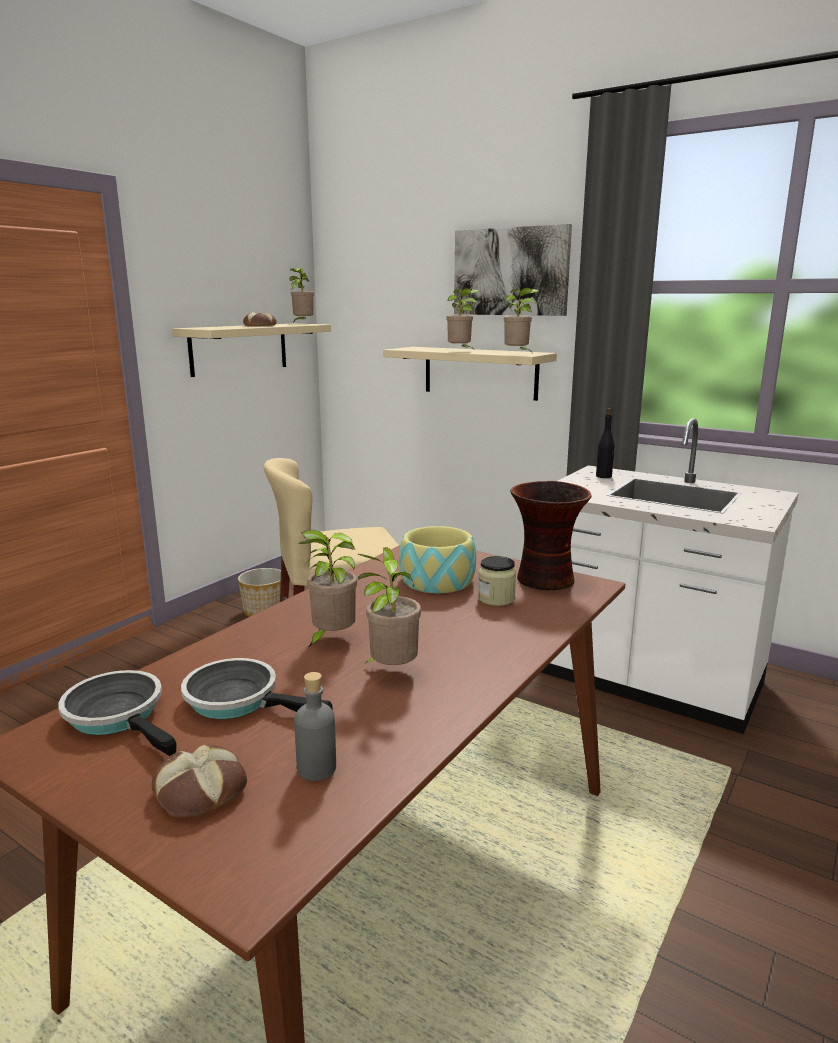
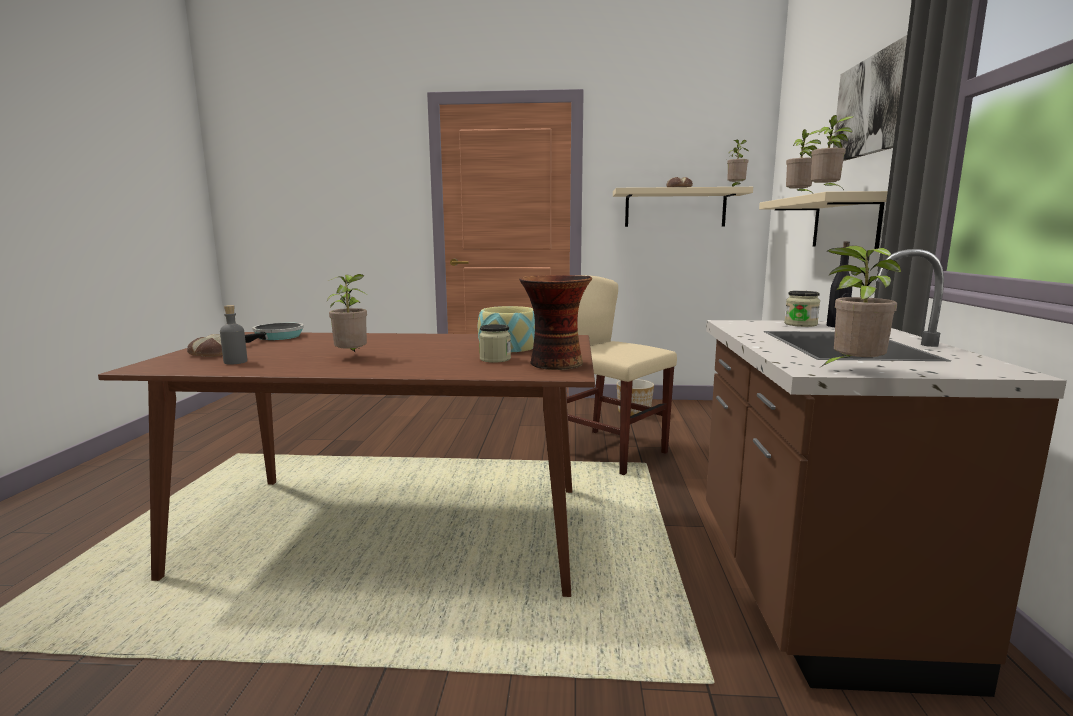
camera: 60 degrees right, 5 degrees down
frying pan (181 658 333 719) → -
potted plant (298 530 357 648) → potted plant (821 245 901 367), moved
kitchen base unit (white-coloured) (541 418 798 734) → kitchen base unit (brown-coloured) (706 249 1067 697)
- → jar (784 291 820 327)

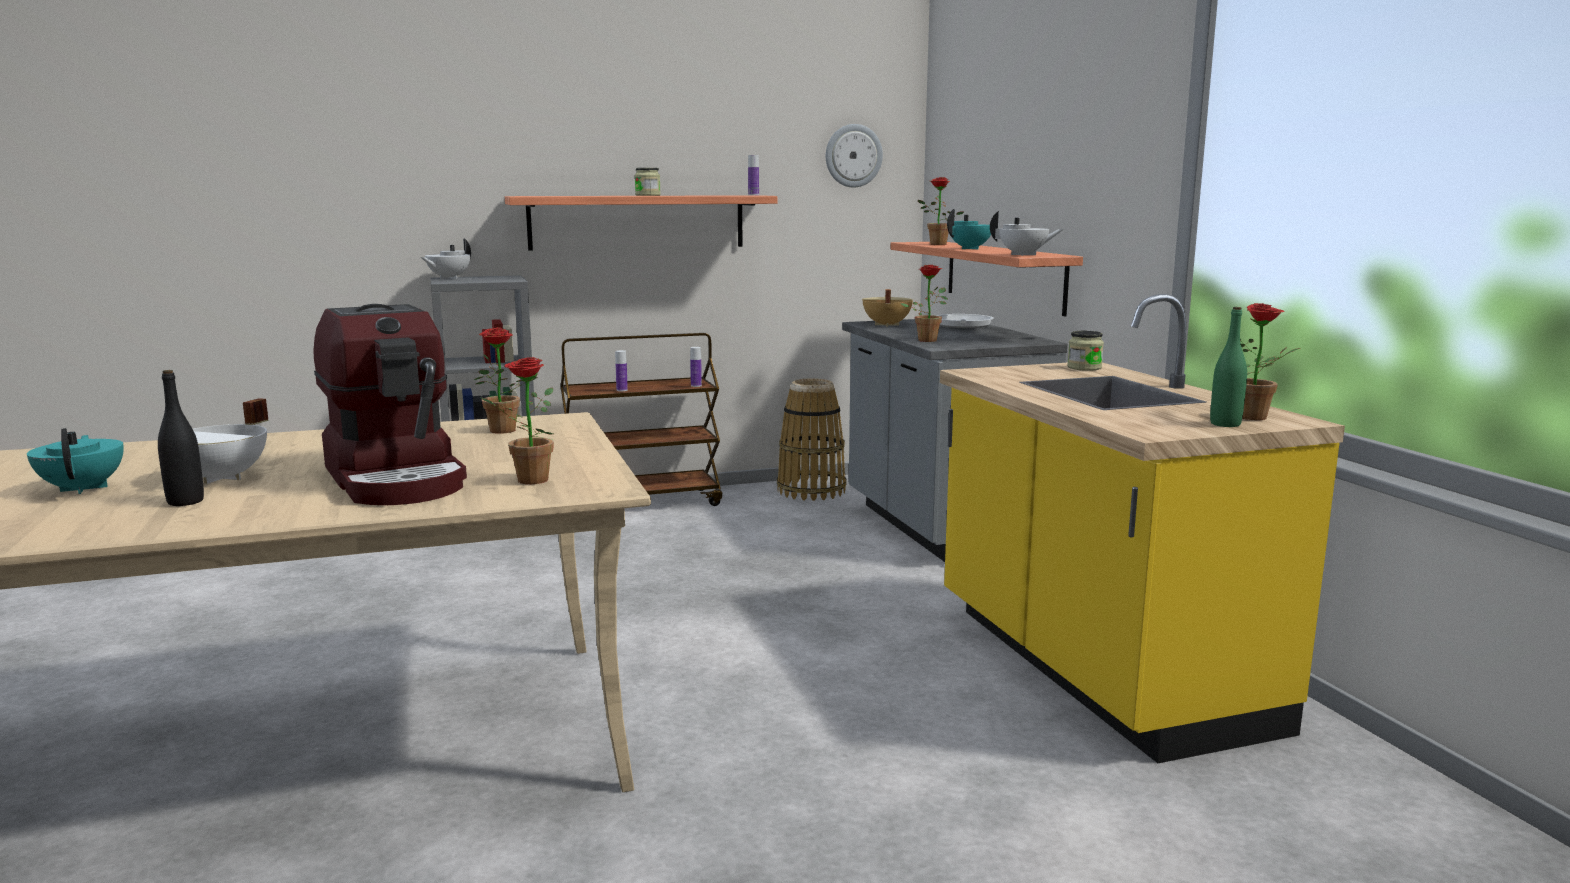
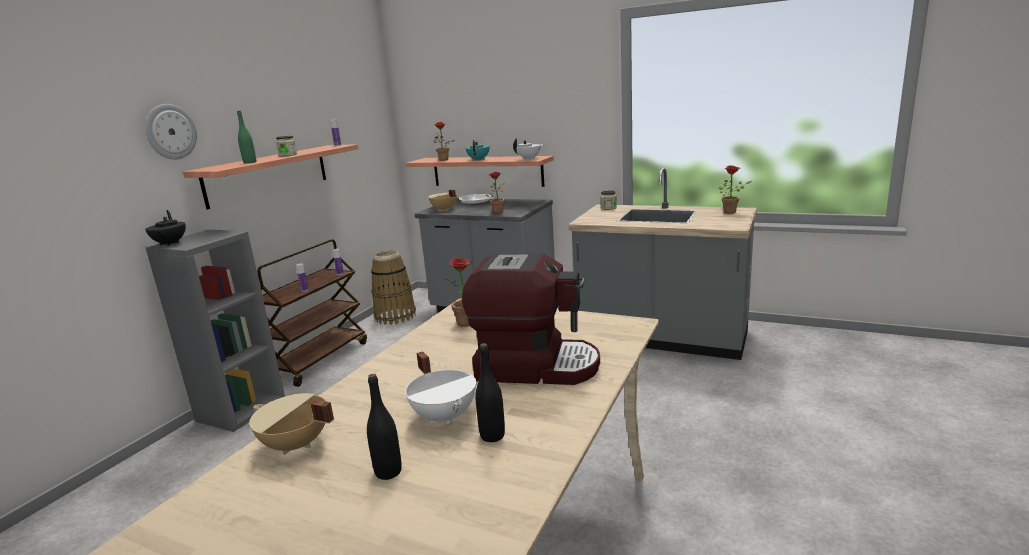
camera: 45 degrees left, 5 degrees up
pot for tea (turquoise-coloured) (27 428 124 494) → bottle (black-coloured) (367 374 402 480)
pot for tea (white-coloured) (421 238 471 279) → pot for tea (black-coloured) (145 210 186 246)
potted plant (480 357 554 484) → -
clock on the wall (826 124 883 187) → clock on the wall (145 104 197 160), moved
kitchen base unit (yellowish) (940 294 1345 763) → kitchen base unit (gray) (568 168 757 360)
bottle (green-coloured) (1210 307 1247 427) → bottle (green-coloured) (237 111 256 164), moved
- → stockpot (sand-coloured) (249 393 334 455)

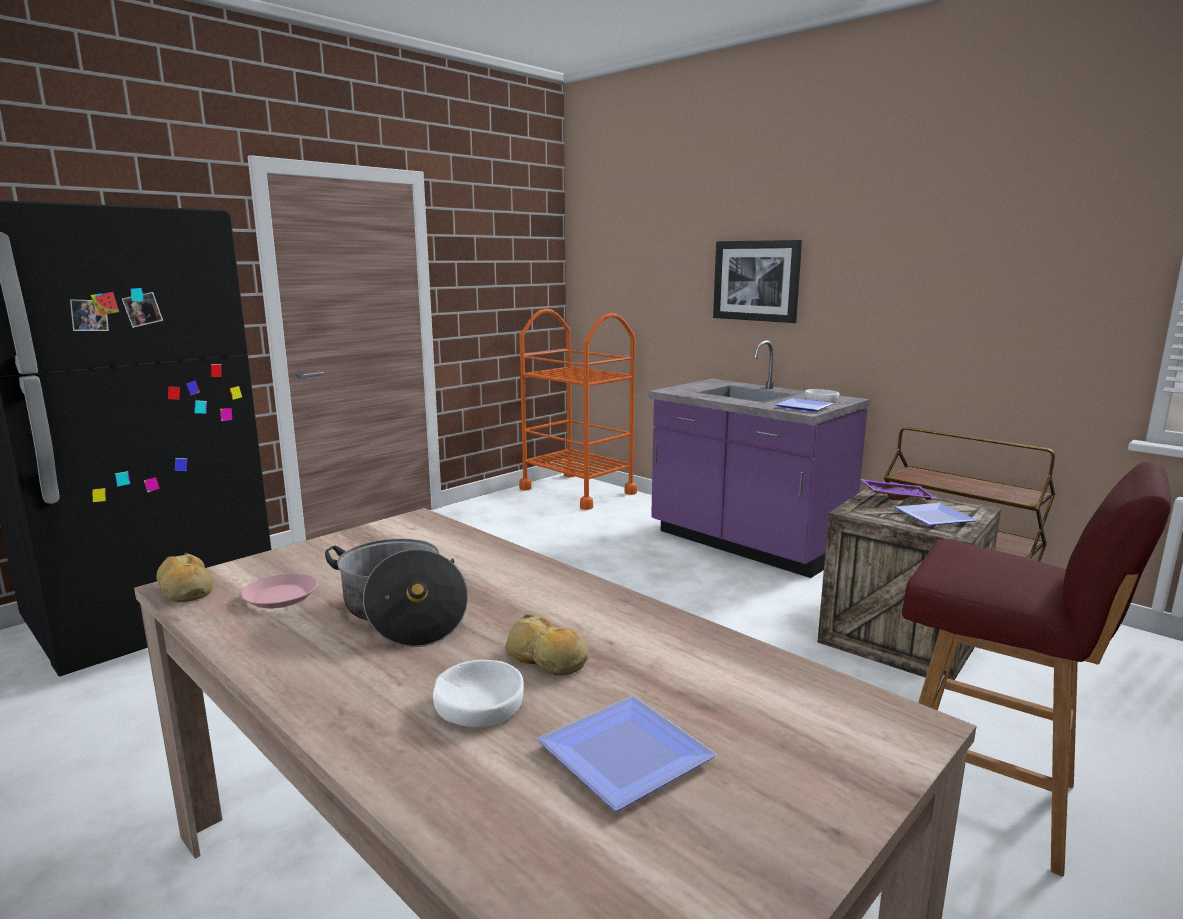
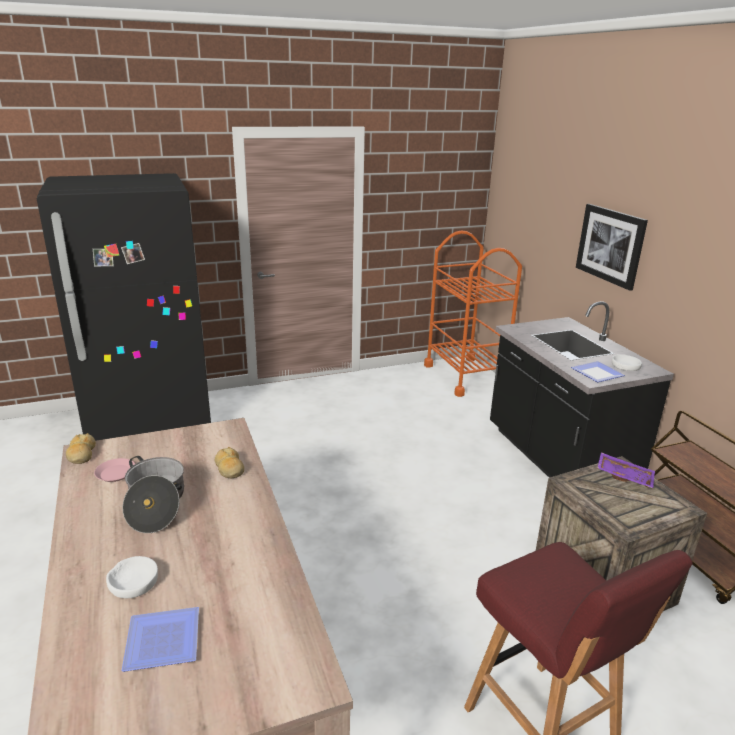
camera: 25 degrees right, 10 degrees up
bakery bread (505 614 588 675) → bakery bread (215 447 244 478), moved
kitchen base unit (purplish) (649 340 870 578) → kitchen base unit (black-coloured) (490 301 674 478)
flat dish (895 503 977 526) → -

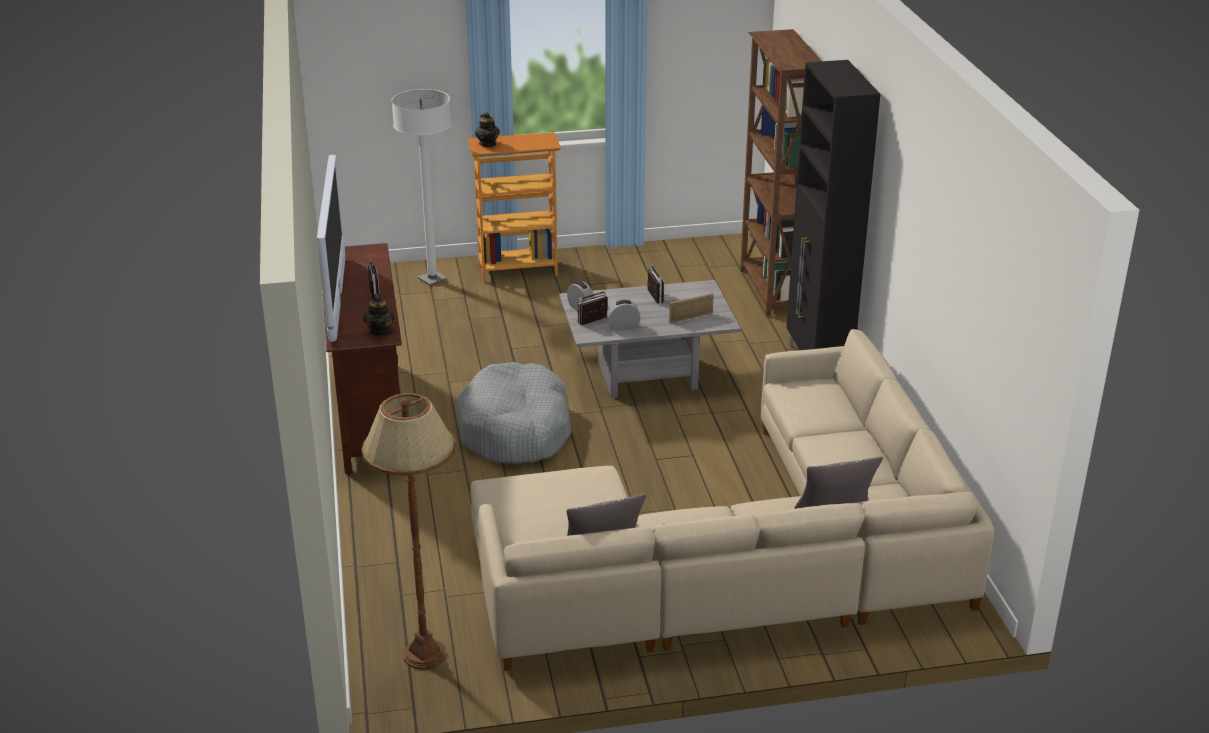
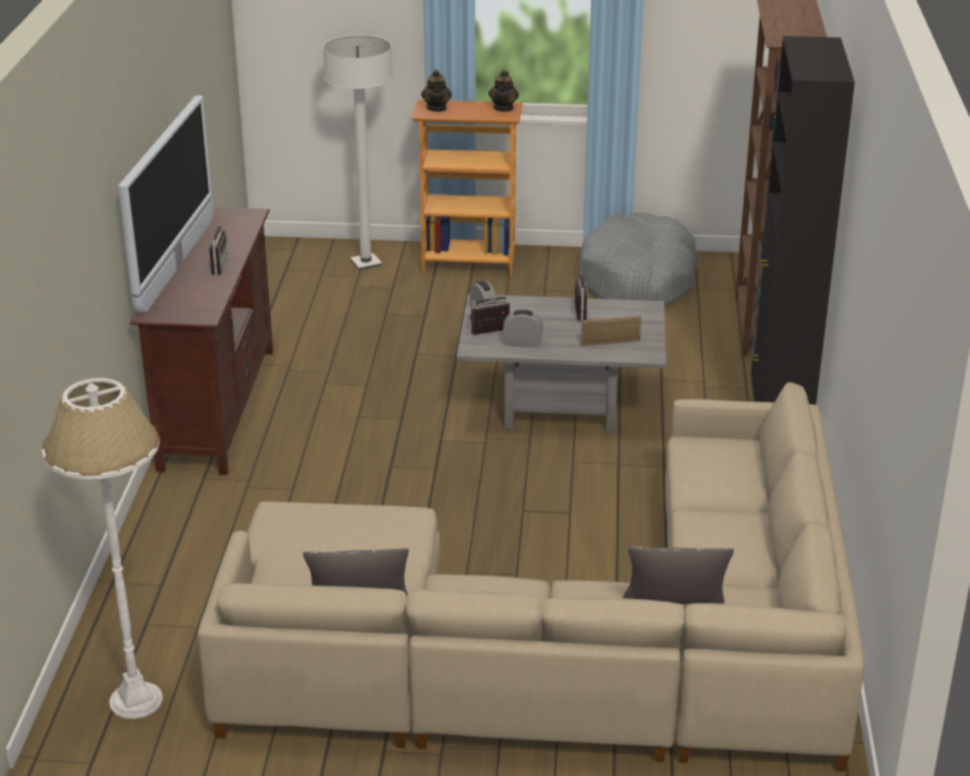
camera: 15 degrees right, 0 degrees up
standing lamp (brown-coloured) (361 393 456 670) → standing lamp (white-coloured) (42 378 163 719)
pot for tea (363 293 395 336) → pot for tea (489 70 519 112), moved
pet bed (gray) (456 362 571 464) → pet bed (gray) (579 213 697 305), moved

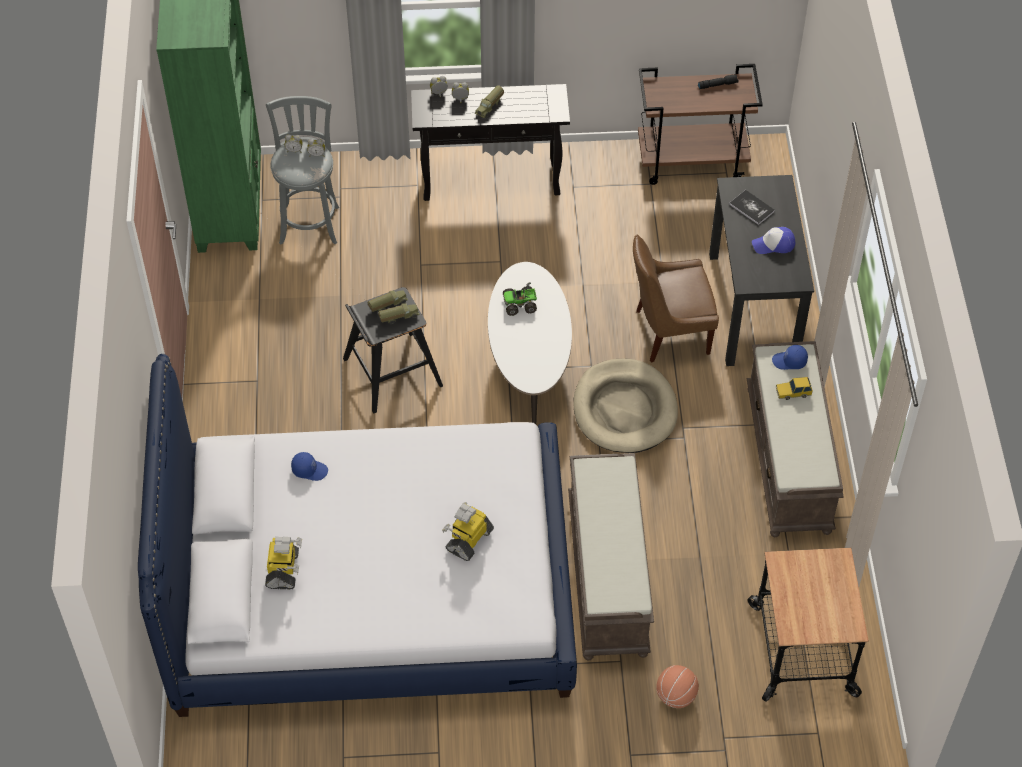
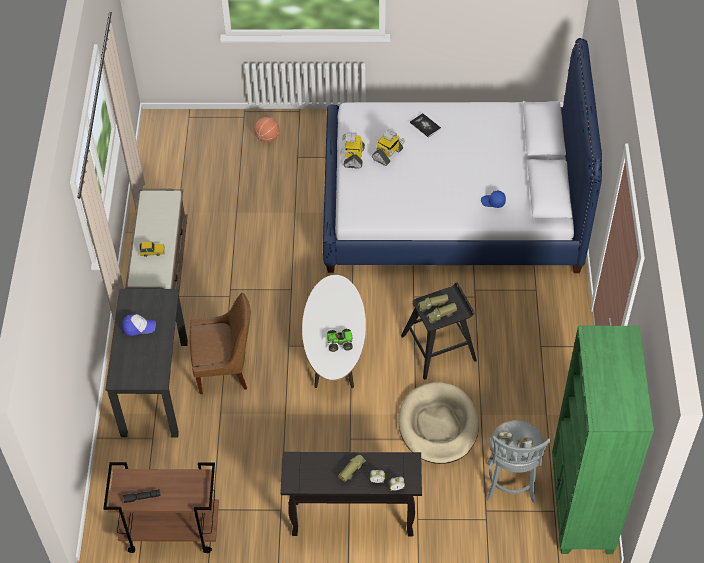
camera: 175 degrees left, 0 degrees up
robot figure (265 537 302 589) → robot figure (340 132 365 168), moved
bench (brown-coloured) (568 453 654 660) → -
pet bed (sand-coloured) (573 358 678 453) → pet bed (sand-coloured) (398 382 479 464), moved
volume (729 190 775 225) → volume (410 113 441 138), moved
trolley (748 548 869 702) → -
baseball cap (bluish) (772 345 808 370) → -

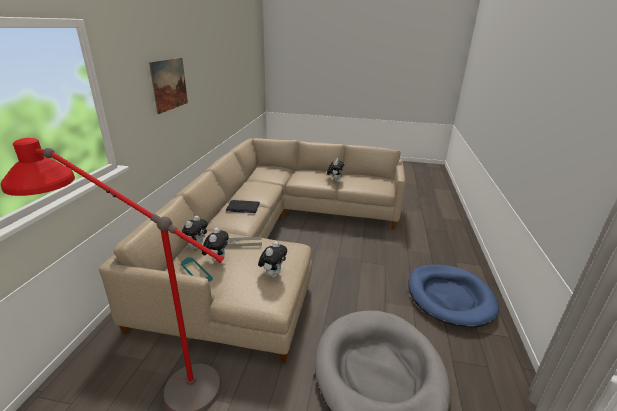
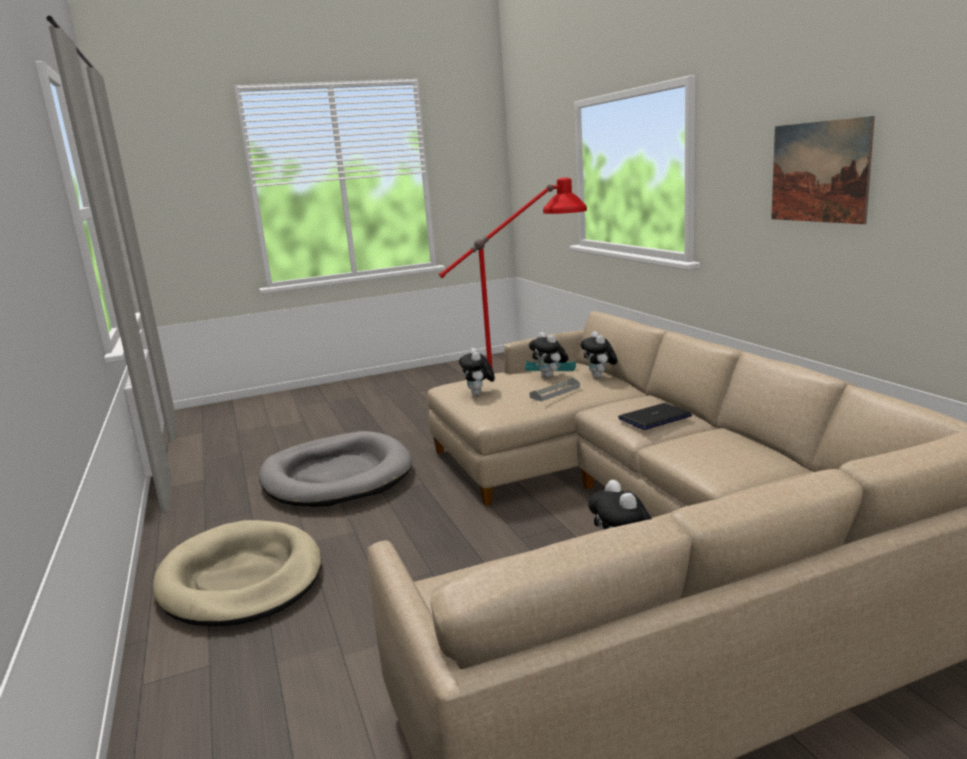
camera: 150 degrees right, 10 degrees down
pet bed (bluish) (408 265 499 327) → pet bed (sand-coloured) (152 520 322 626)

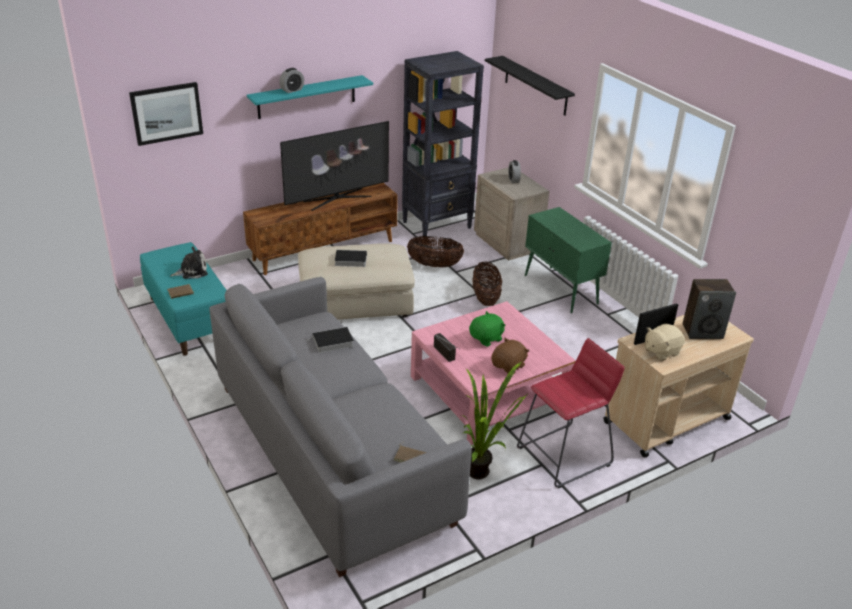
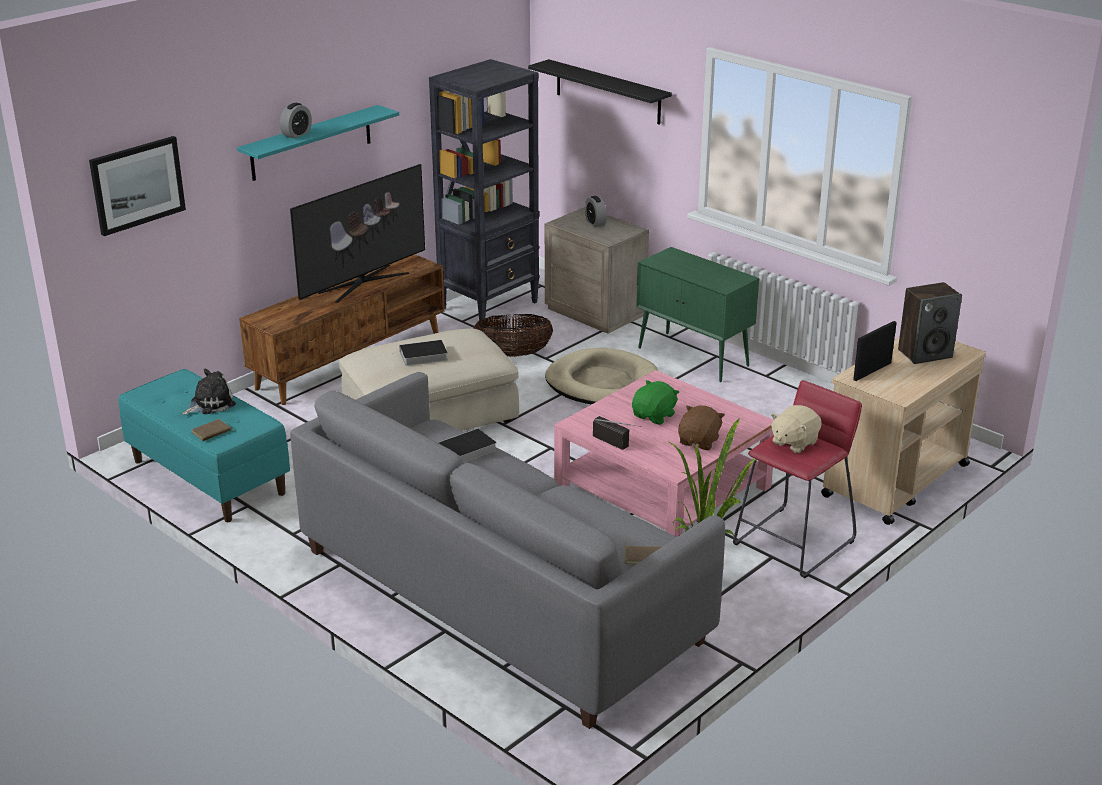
camera: 15 degrees left, 5 degrees down
household basket (472 261 502 306) → pet bed (sand-coloured) (545 348 658 405)
soft toy (sand-coloured) (645 324 685 361) → soft toy (sand-coloured) (771 405 822 453), moved

